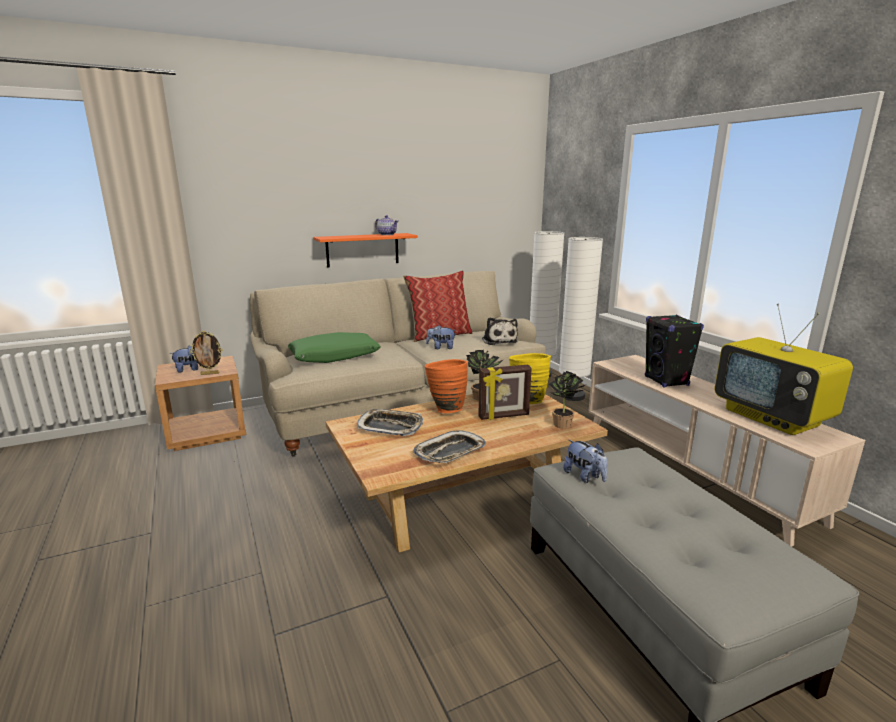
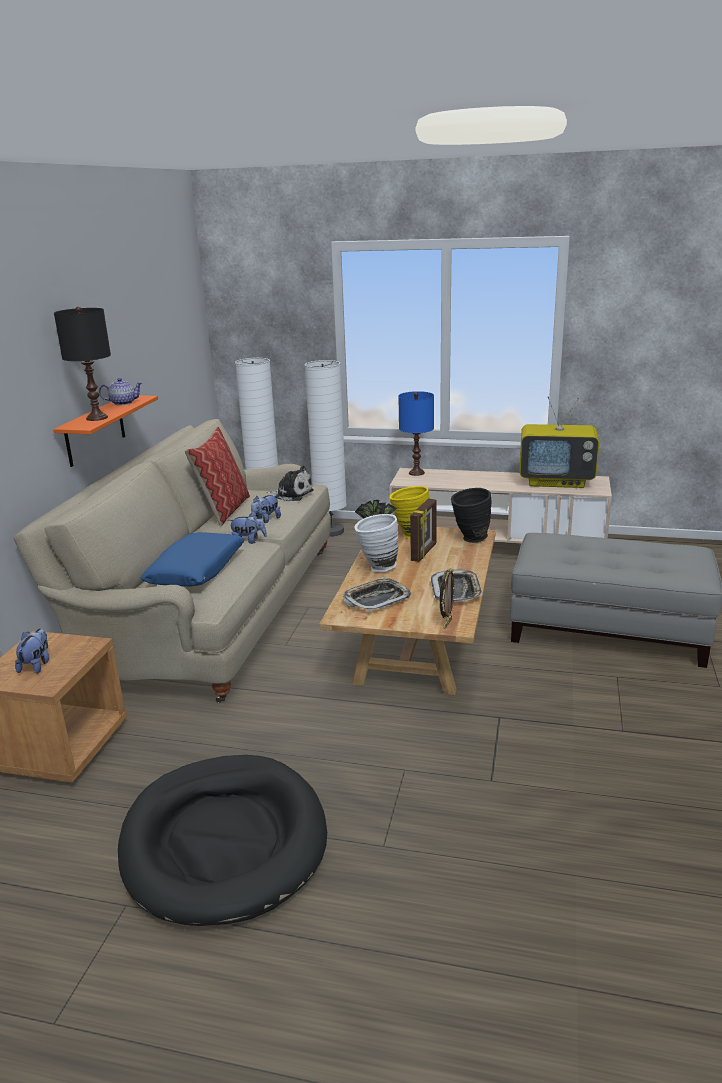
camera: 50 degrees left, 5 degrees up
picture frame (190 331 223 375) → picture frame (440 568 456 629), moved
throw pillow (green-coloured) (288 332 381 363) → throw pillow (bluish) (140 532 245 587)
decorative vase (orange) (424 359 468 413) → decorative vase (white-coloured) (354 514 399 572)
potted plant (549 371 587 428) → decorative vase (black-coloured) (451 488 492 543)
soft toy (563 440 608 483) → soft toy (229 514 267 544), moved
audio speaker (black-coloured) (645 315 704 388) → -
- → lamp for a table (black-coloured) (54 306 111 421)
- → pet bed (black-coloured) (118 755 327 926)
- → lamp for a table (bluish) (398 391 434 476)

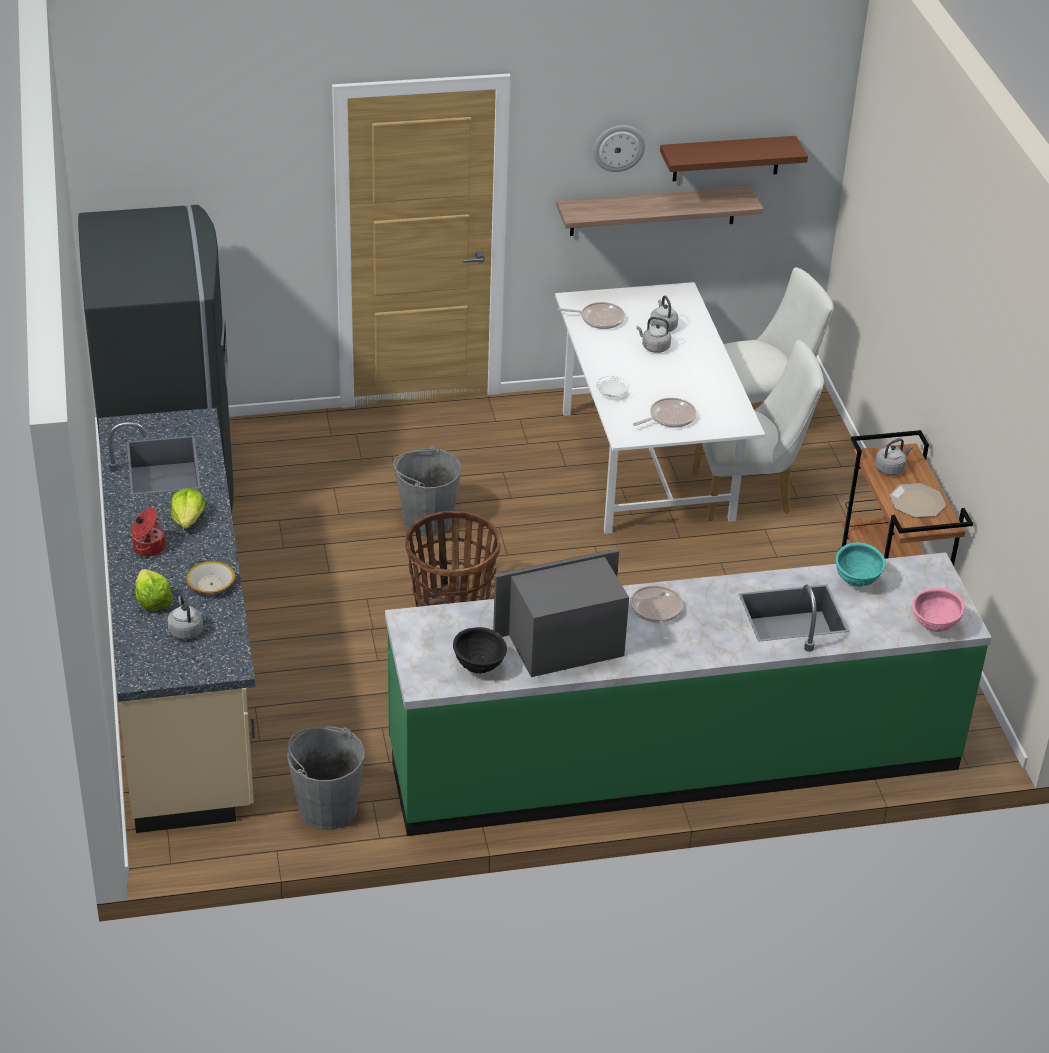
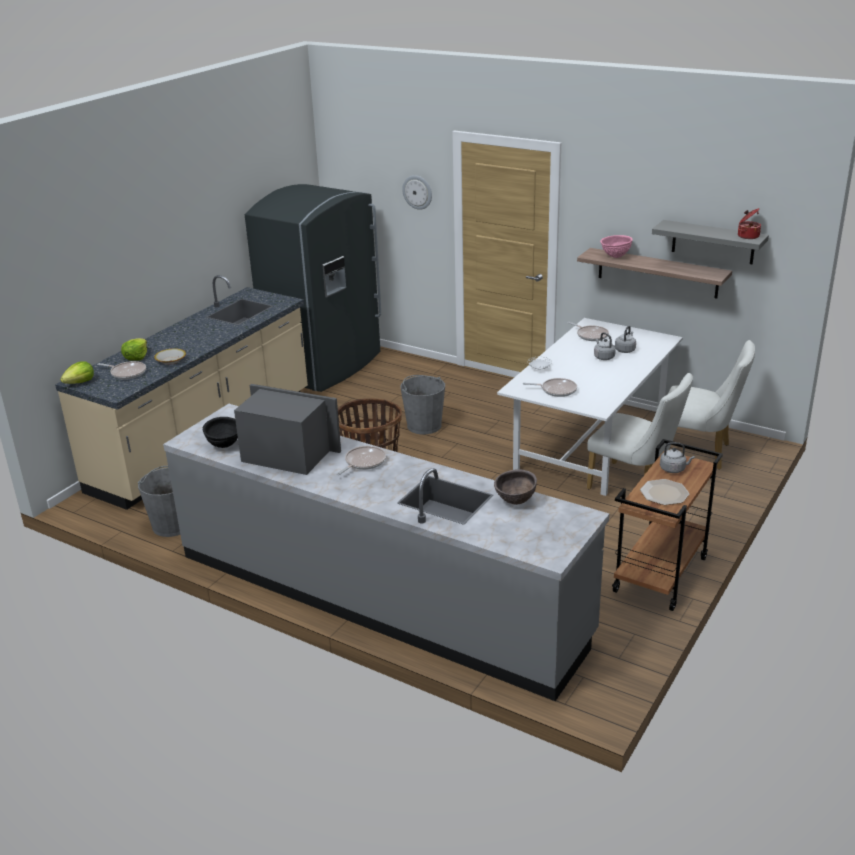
camera: 45 degrees right, 10 degrees down
stockpot (132 508 166 557) → stockpot (738 208 761 239), moved
kettle (gray) (167 594 203 639) → frying pan (97 361 146 379)
lettuce (171 488 205 528) → lettuce (60 361 94 384), moved
kitchen base unit (green-coloured) (385 552 992 836) → kitchen base unit (gray) (163 404 610 701)
clock on the wall (593 125 645 172) → clock on the wall (402 175 432 210), moved
shelf (brown-coloured) (660 136 808 181) → shelf (gray) (652 220 769 264)
serving bowl (turquoise-coloured) (836 543 886 587) → serving bowl (brown-coloured) (494 469 537 505)
serving bowl (pink) (912 588 965 632) → serving bowl (pink) (600 235 633 258), moved

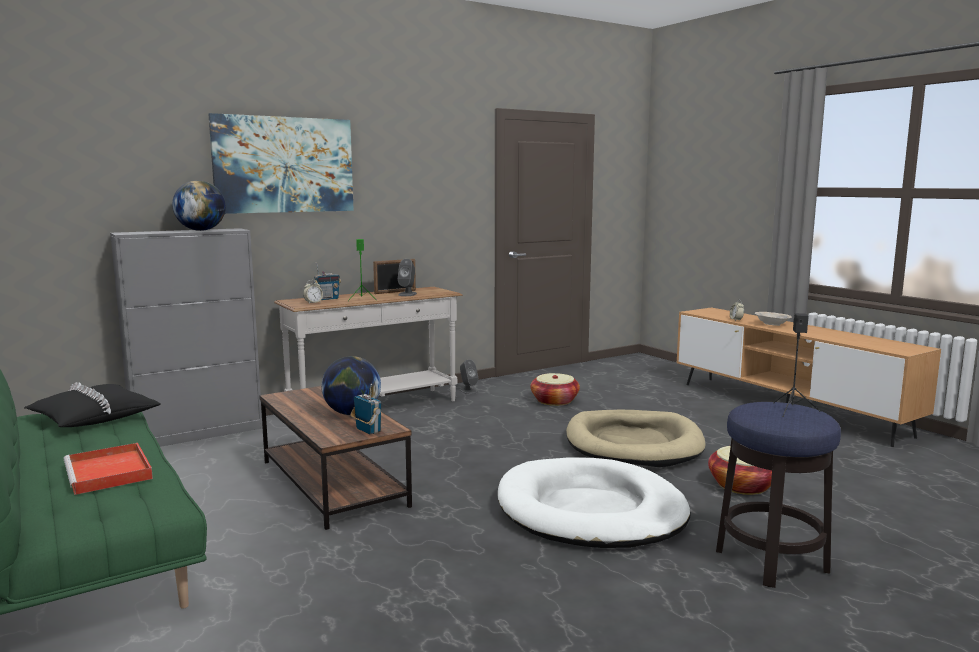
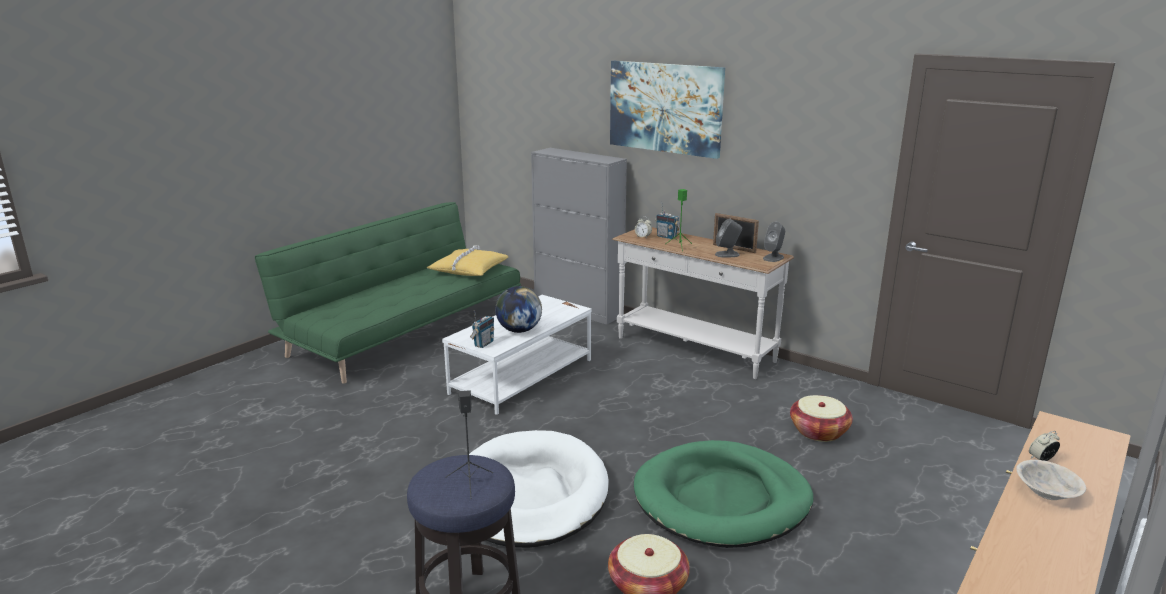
camera: 70 degrees right, 10 degrees up
throw pillow (black-coloured) (24 383 161 427) → throw pillow (yellowish) (426 245 508 276)
carrying tray (red) (64 443 153 495) → -
world globe (172 180 226 231) → -
lounge table (brown-coloured) (259 386 412 530) → lounge table (white-coloured) (442 295 592 415)
audio speaker (gray) (459 359 478 394) → audio speaker (gray) (763 222 785 262), moved
pet bed (sand-coloured) (566 410 706 467) → pet bed (green-coloured) (634 440 813 548)

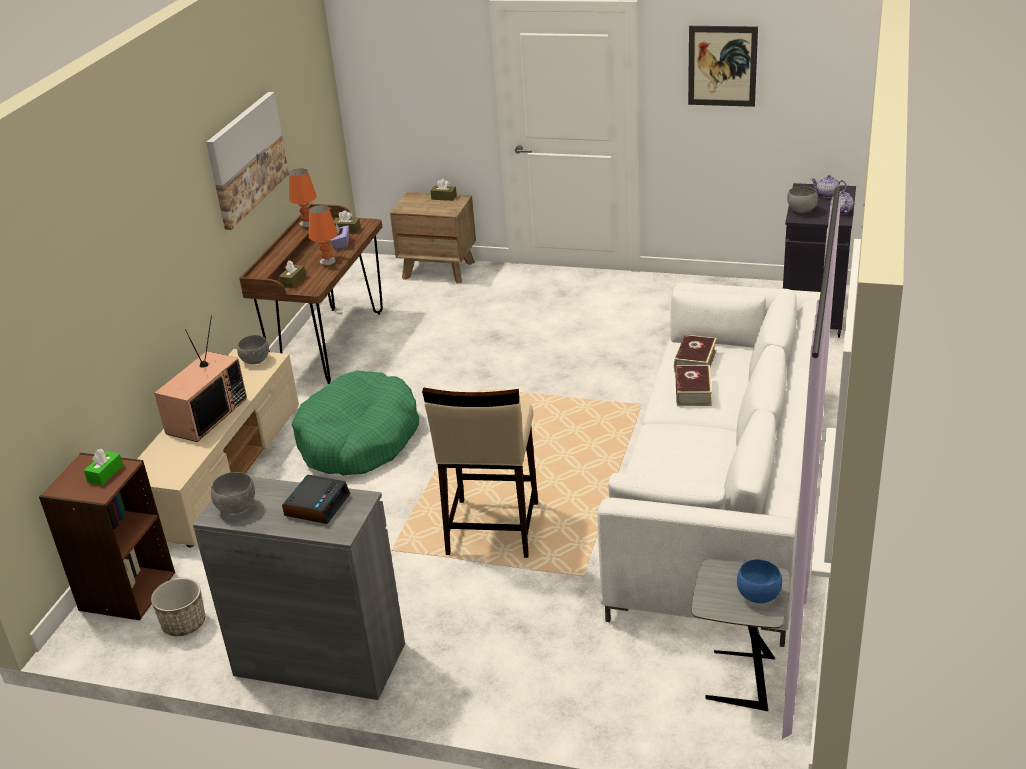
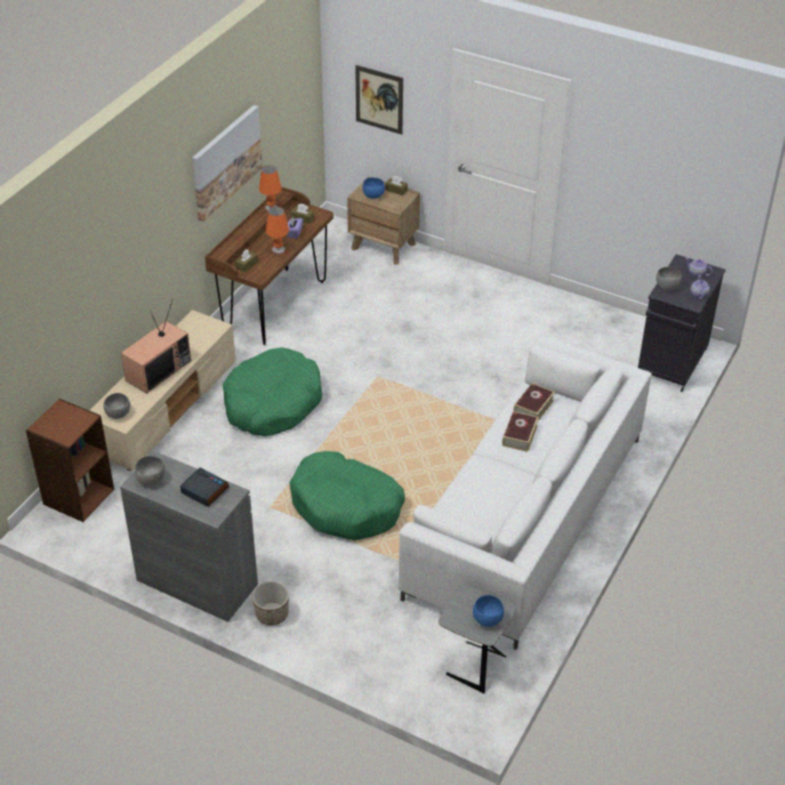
camera: 10 degrees right, 10 degrees up
tissue holder (green-coloured) (84 449 123 485) → -
planter (151 578 205 636) → planter (252 581 289 625), moved
serving bowl (gray) (237 335 269 364) → serving bowl (gray) (103 393 130 419), moved
bedside clock (282 475 350 524) → bedside clock (180 467 229 507), 90 degrees counterclockwise
stool (sand-coloured) (422 387 538 558) → pet bed (green-coloured) (290 451 405 541)
wall art (688 26 758 107) → wall art (355 65 403 135), moved
- → serving bowl (bluish) (363 178 385 199)

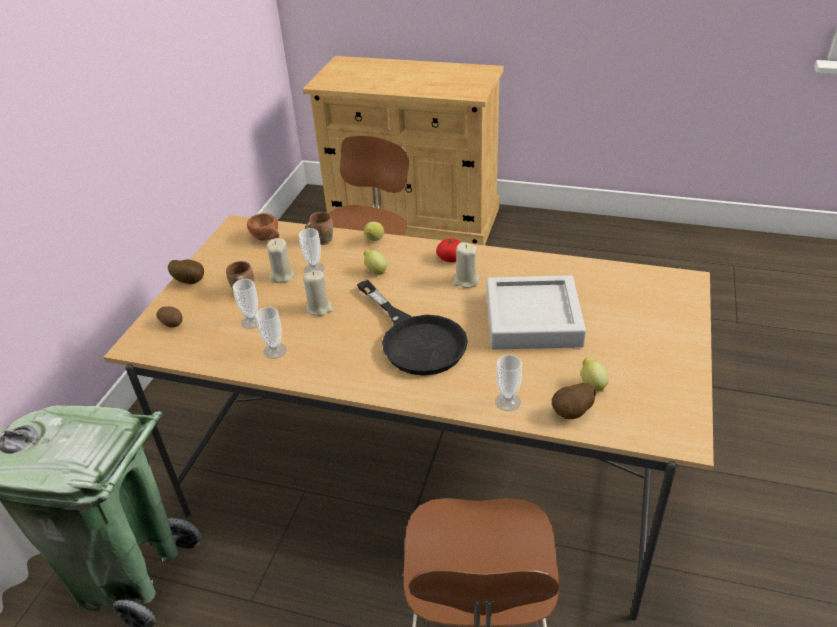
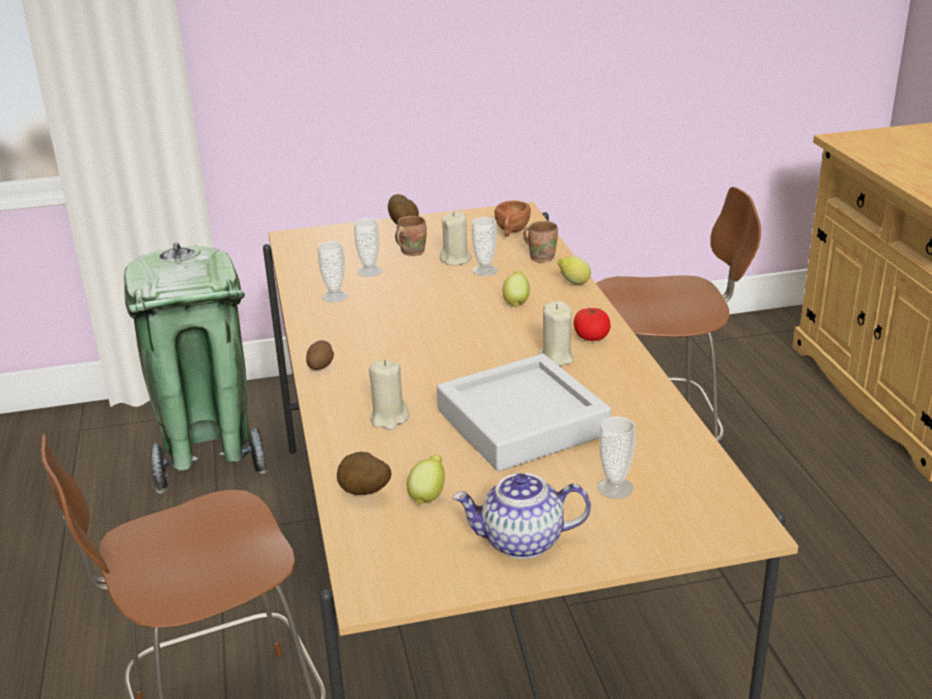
camera: 60 degrees right, 10 degrees down
whole potato (156 306 183 328) → whole potato (306 340 334 370), moved
wax light (sand-coloured) (303 270 333 316) → wax light (sand-coloured) (369 360 409 430), moved
frying pan (black-coloured) (357 280 468 376) → -
drinking cup (495 355 522 411) → drinking cup (597 416 636 499), moved
- → pot for tea (453 473 591 559)

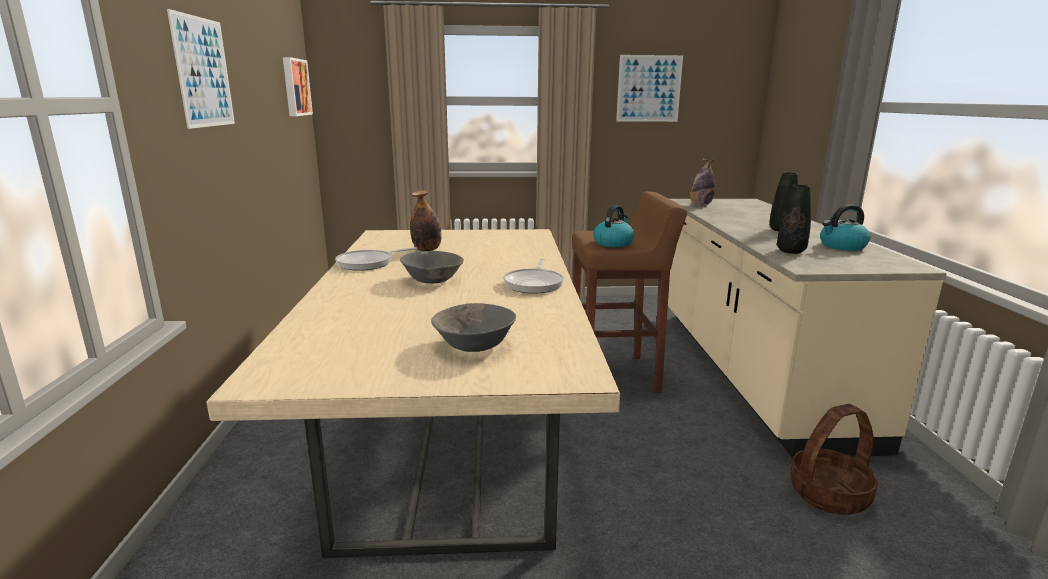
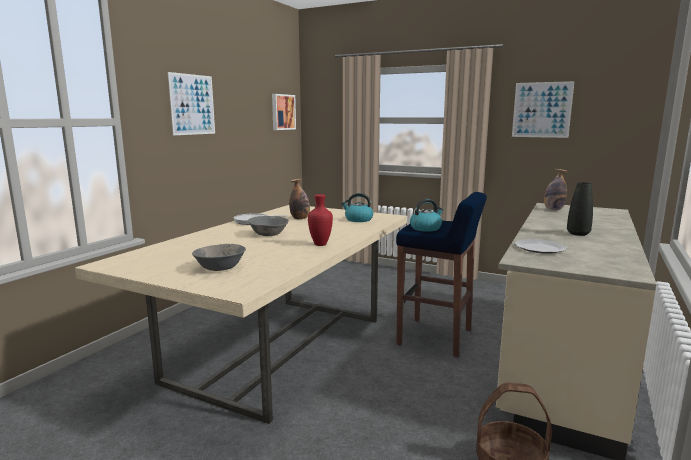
camera: 30 degrees right, 5 degrees down
frying pan (503 259 564 294) → decorative vase (red) (308 194 333 246)
stool (brown-coloured) (572 191 687 393) → stool (bluish) (396 192 487 357)
decorative vase (black-coloured) (777 185 811 254) → flat dish (515 239 567 254)
kettle (820 204 870 251) → kettle (341 193 373 222), moved

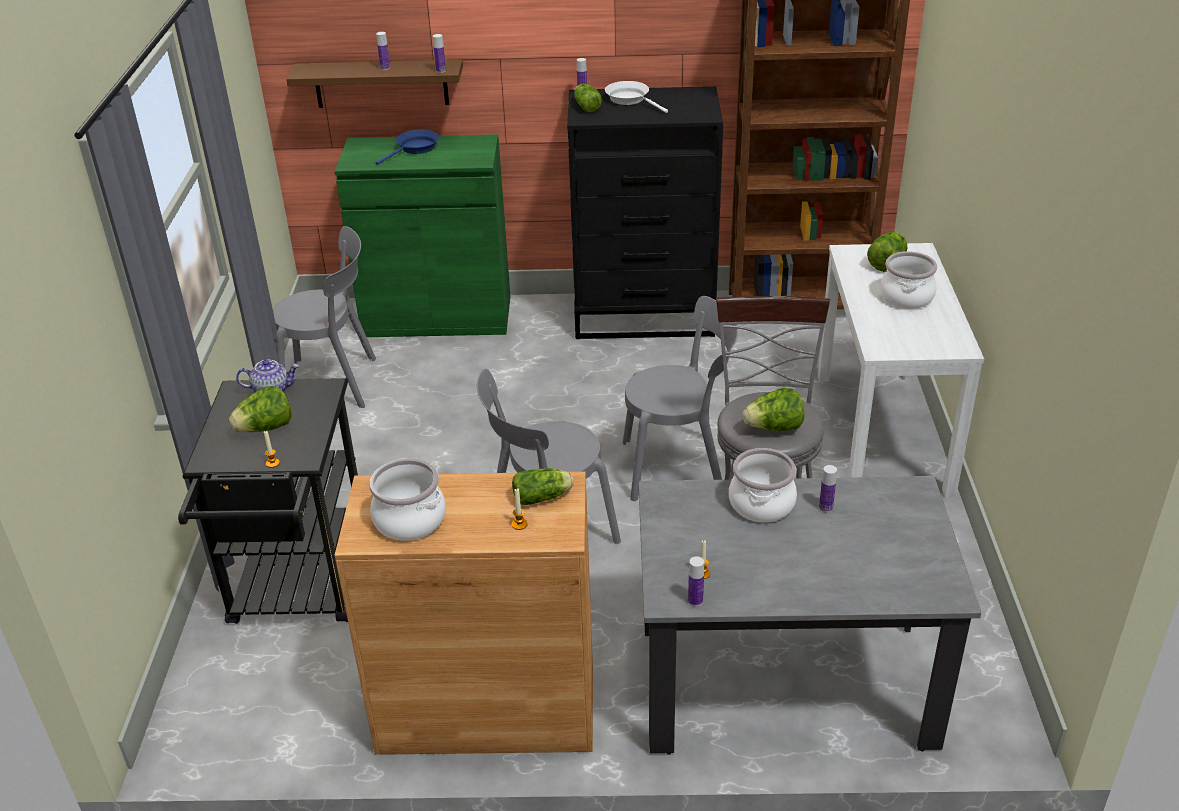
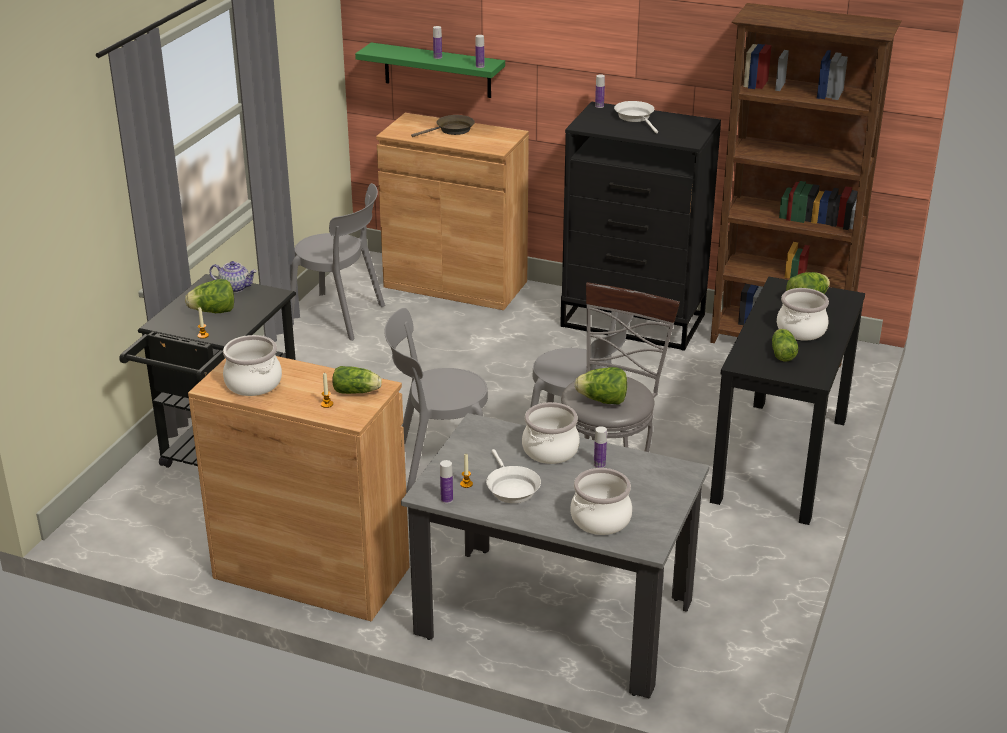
camera: 20 degrees right, 5 degrees down
shelf (brown-coloured) (286 59 463 108) → shelf (green-coloured) (355 43 505 98)
storage cabinet (green-coloured) (334 134 511 337) → storage cabinet (brown-coloured) (376 113 529 310)
frying pan (bluish) (376 130 439 165) → frying pan (brown-coloured) (411 115 475 137)
lettuce (574 84 602 112) → lettuce (772 329 798 362), moved
console table (white-coloured) (818 243 984 497) → console table (black-coloured) (710 276 865 525)
- → frying pan (white-coloured) (486 449 541 503)
- → stockpot (570 468 632 535)

